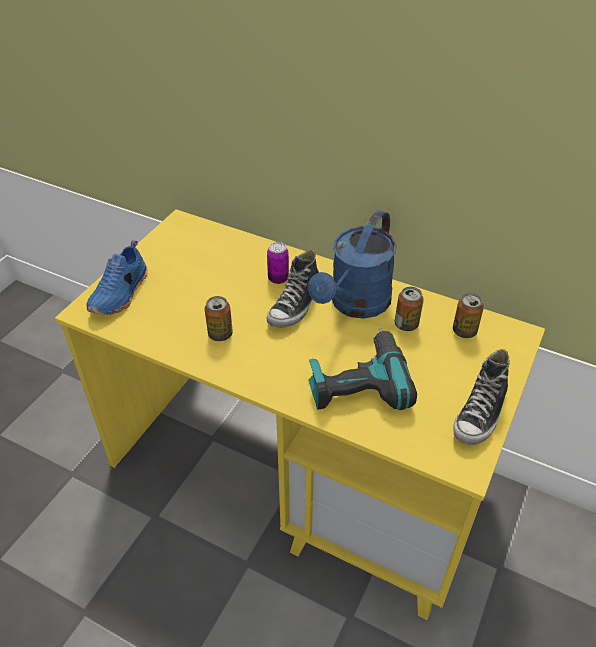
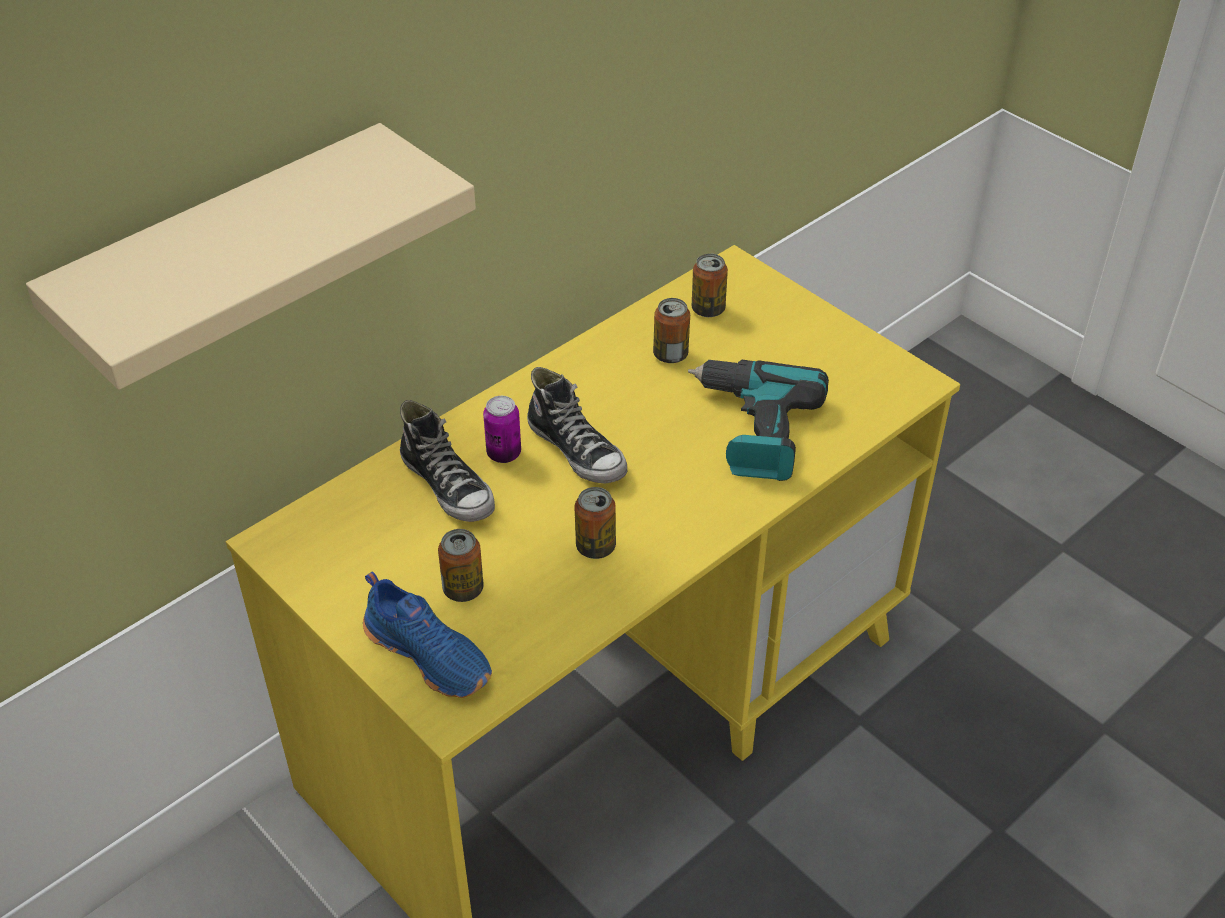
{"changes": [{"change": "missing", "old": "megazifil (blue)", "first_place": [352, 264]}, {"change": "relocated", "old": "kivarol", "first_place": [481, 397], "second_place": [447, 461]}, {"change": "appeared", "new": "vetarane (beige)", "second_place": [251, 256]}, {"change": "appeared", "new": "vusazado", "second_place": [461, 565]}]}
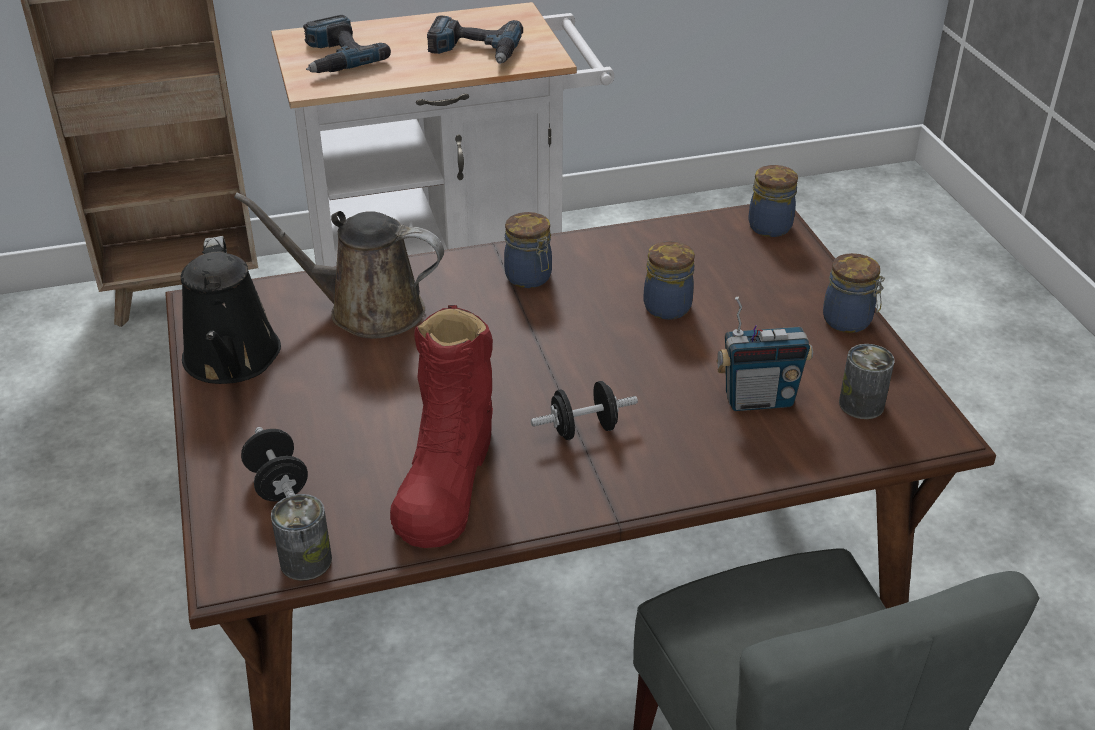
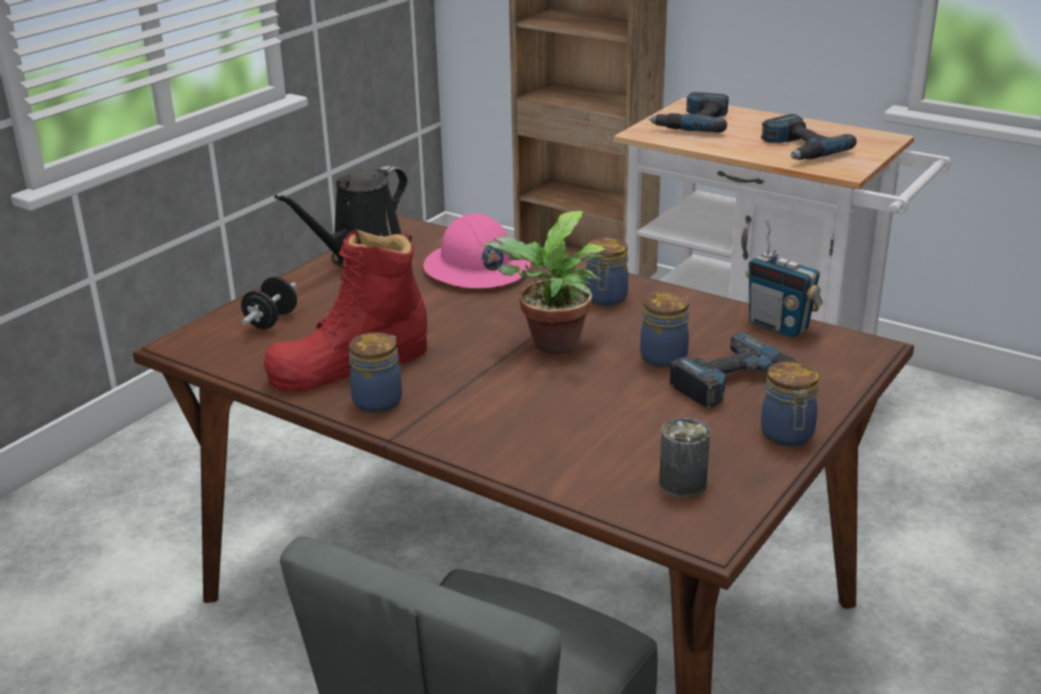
{"changes": [{"change": "relocated", "old": "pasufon", "first_place": [773, 201], "second_place": [375, 372]}, {"change": "exchanged", "old": "megazifil (brown)", "new": "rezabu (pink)", "first_place": [339, 265], "second_place": [477, 250]}, {"change": "relocated", "old": "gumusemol", "first_place": [764, 354], "second_place": [784, 279]}, {"change": "missing", "old": "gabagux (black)", "first_place": [584, 410]}, {"change": "missing", "old": "vusazado", "first_place": [301, 537]}, {"change": "appeared", "new": "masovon", "second_place": [543, 282]}, {"change": "appeared", "new": "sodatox", "second_place": [733, 370]}]}
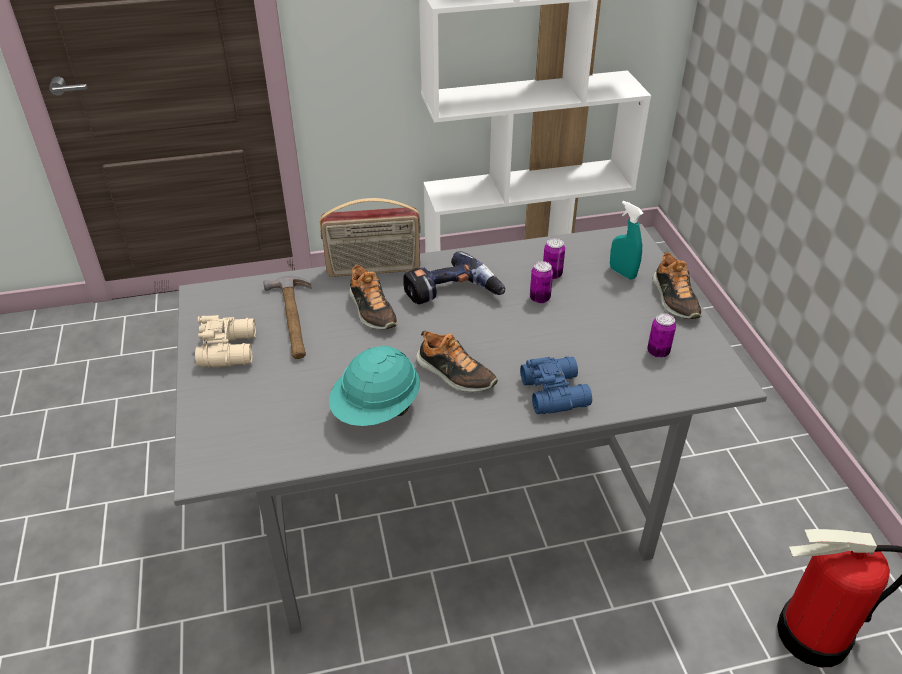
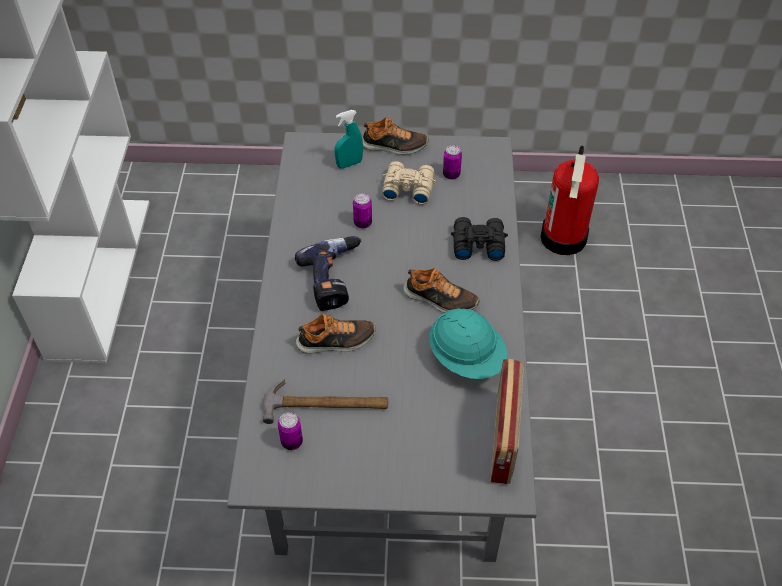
{"changes": [{"change": "relocated", "old": "gumusemol", "first_place": [370, 237], "second_place": [507, 421]}, {"change": "relocated", "old": "vusazado", "first_place": [554, 258], "second_place": [290, 431]}, {"change": "relocated", "old": "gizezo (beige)", "first_place": [225, 341], "second_place": [409, 183]}, {"change": "spun", "old": "kivarol", "first_place": [457, 361], "second_place": [441, 290], "degrees": 60}, {"change": "colour", "old": "gizezo (blue)", "new": "gizezo (black)", "first_place": [556, 385], "second_place": [479, 239]}]}
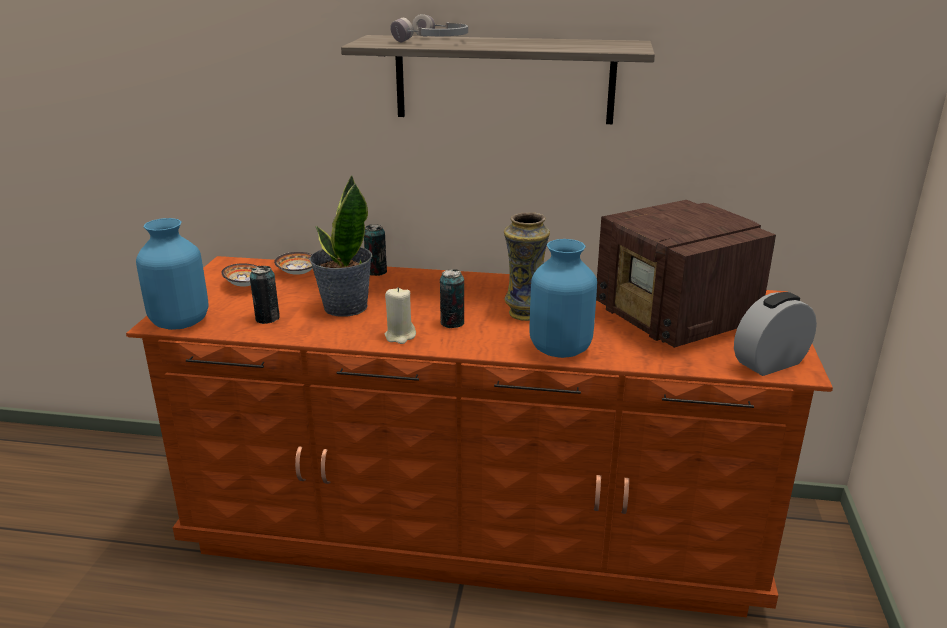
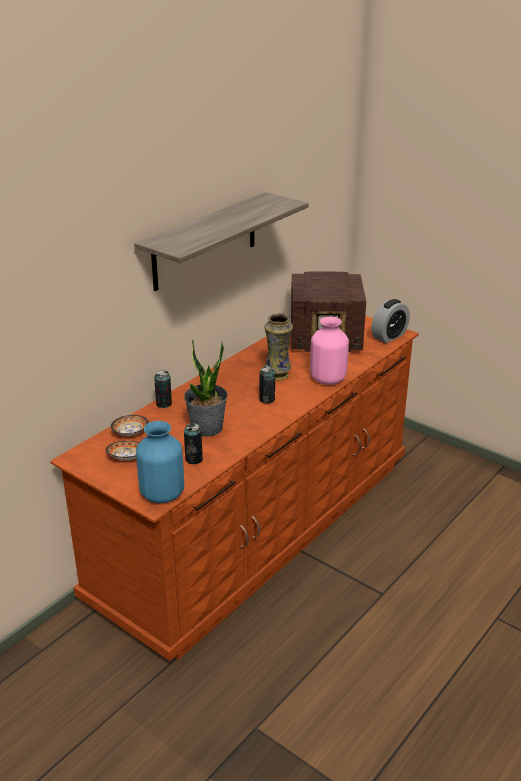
{"changes": [{"change": "missing", "old": "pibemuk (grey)", "first_place": [429, 28]}, {"change": "colour", "old": "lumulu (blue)", "new": "lumulu (pink)", "first_place": [563, 298], "second_place": [329, 350]}, {"change": "missing", "old": "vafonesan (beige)", "first_place": [400, 315]}, {"change": "spun", "old": "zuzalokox", "first_place": [775, 334], "second_place": [390, 321], "degrees": -135}]}
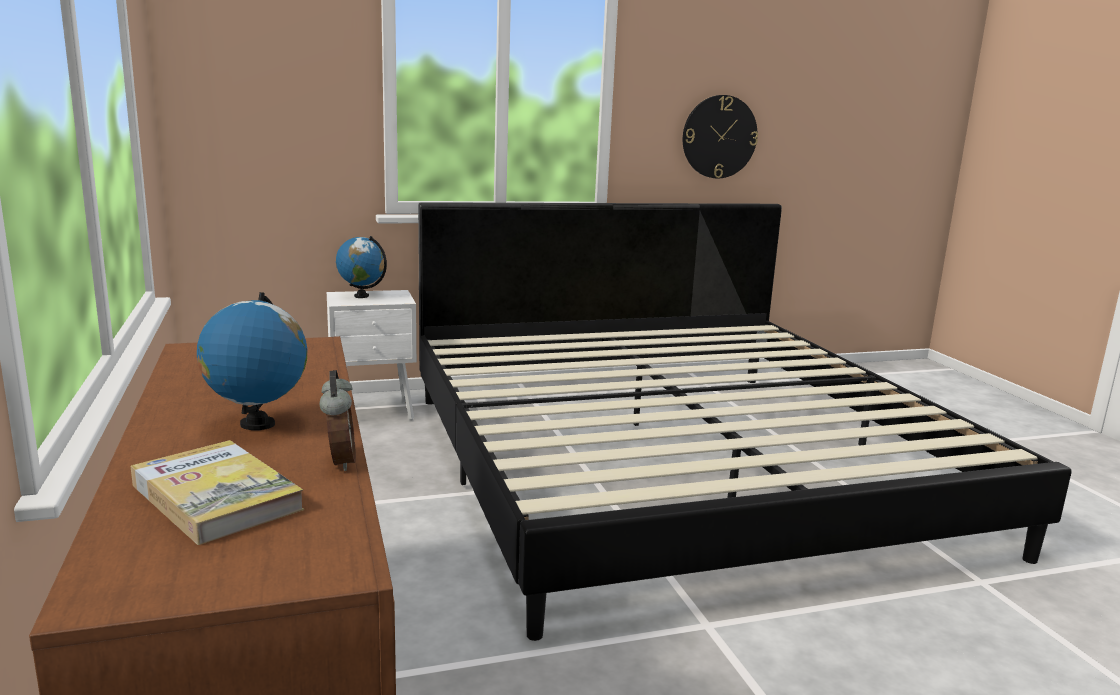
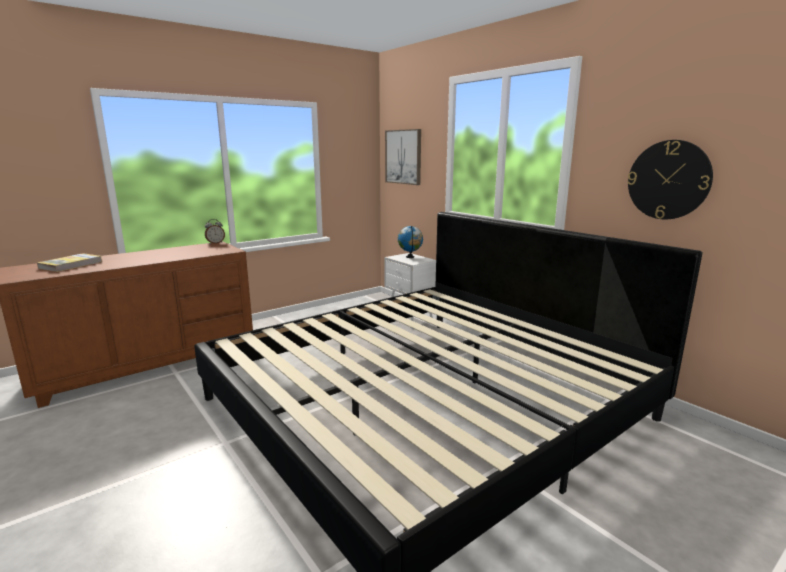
{"changes": [{"change": "missing", "old": "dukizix", "first_place": [252, 361]}, {"change": "relocated", "old": "zuzalokox", "first_place": [337, 420], "second_place": [215, 231]}, {"change": "appeared", "new": "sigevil", "second_place": [403, 157]}]}
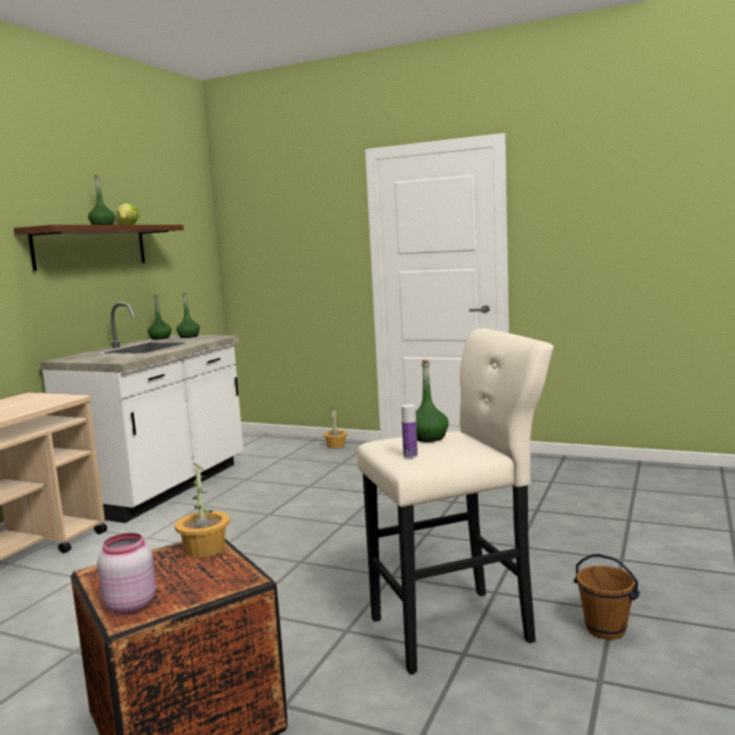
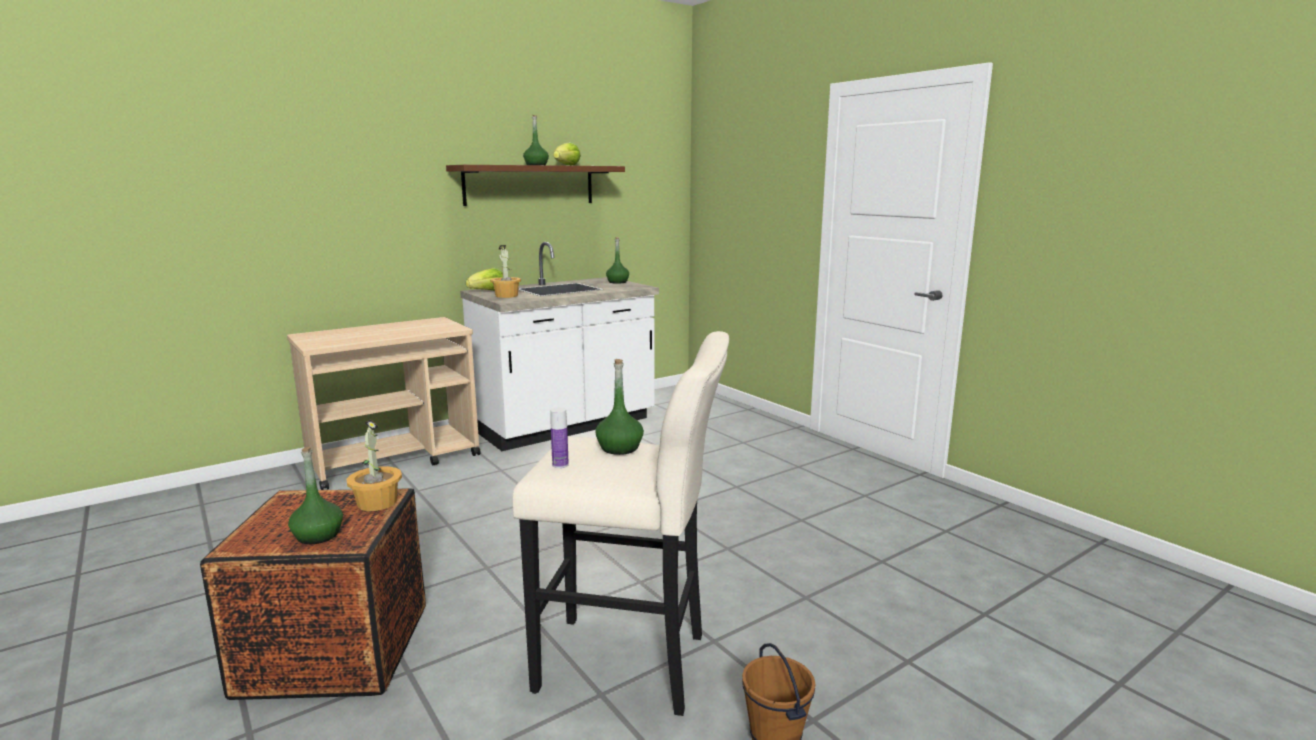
{"changes": [{"change": "relocated", "old": "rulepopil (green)", "first_place": [159, 317], "second_place": [315, 495]}, {"change": "relocated", "old": "masovon", "first_place": [335, 428], "second_place": [505, 271]}, {"change": "missing", "old": "pasufon (pink)", "first_place": [126, 573]}, {"change": "appeared", "new": "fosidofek", "second_place": [484, 279]}]}
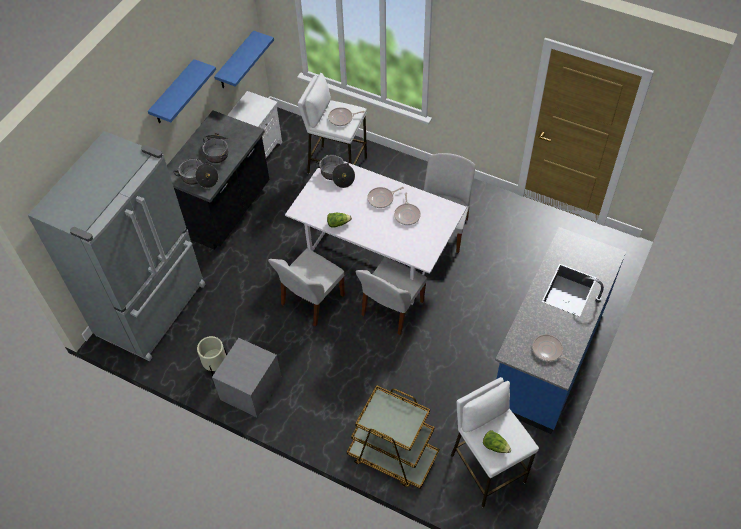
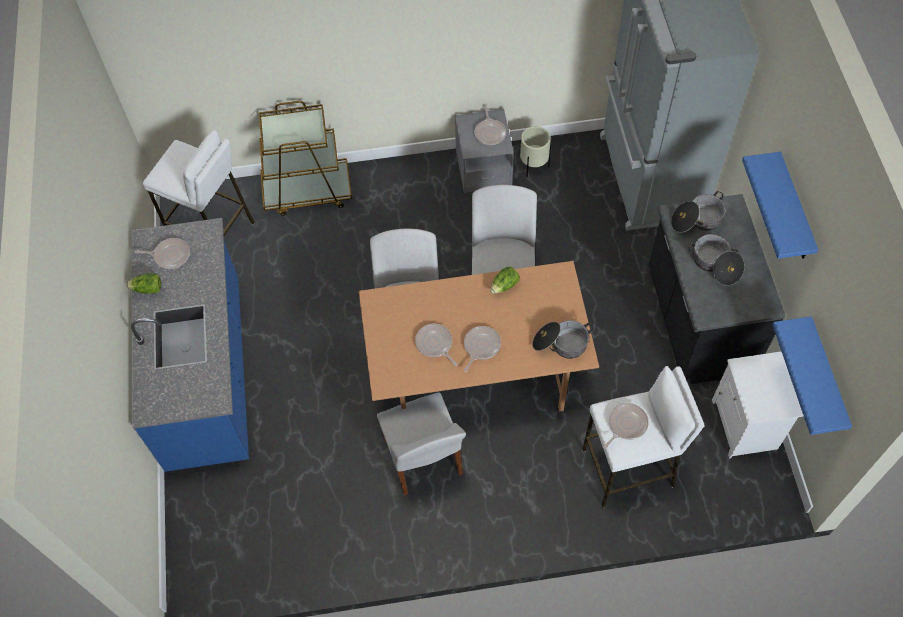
{"changes": [{"change": "colour", "old": "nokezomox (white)", "new": "nokezomox (brown)", "first_place": [376, 230], "second_place": [479, 336]}, {"change": "relocated", "old": "fosidofek", "first_place": [497, 441], "second_place": [143, 283]}, {"change": "appeared", "new": "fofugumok", "second_place": [490, 125]}]}
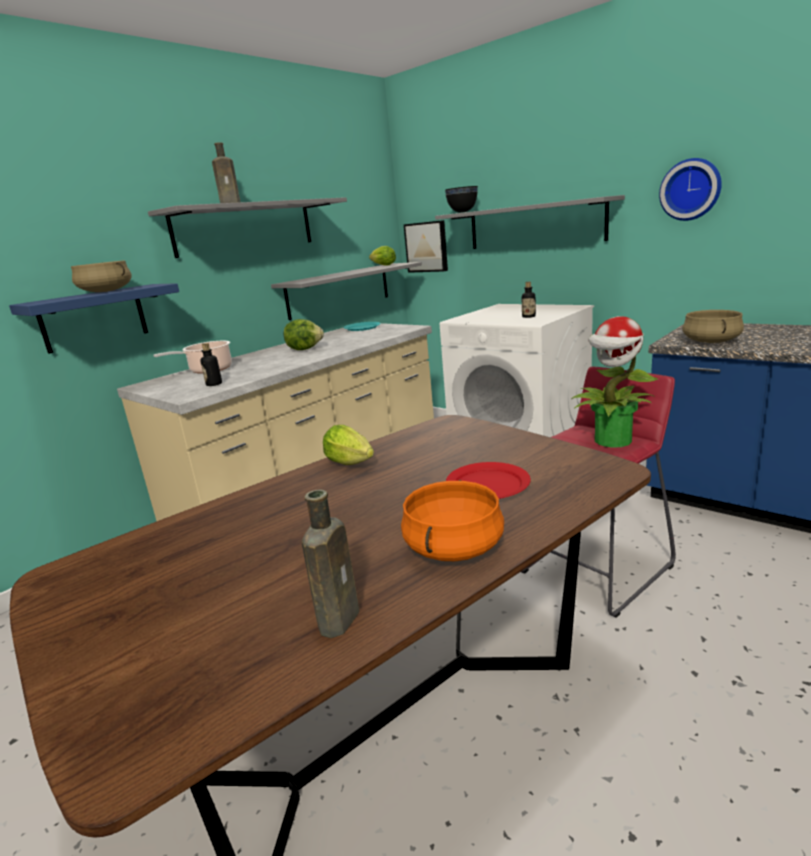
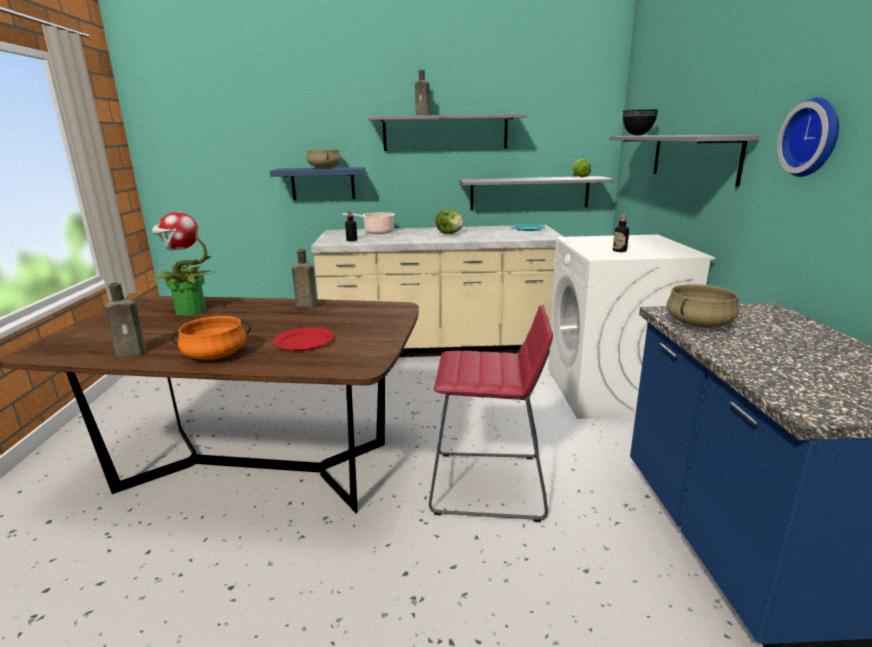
{"changes": [{"change": "missing", "old": "sigevil", "first_place": [426, 246]}, {"change": "relocated", "old": "masovon", "first_place": [614, 381], "second_place": [182, 264]}, {"change": "exchanged", "old": "fosidofek", "new": "rulepopil (brown)", "first_place": [348, 445], "second_place": [304, 278]}]}
